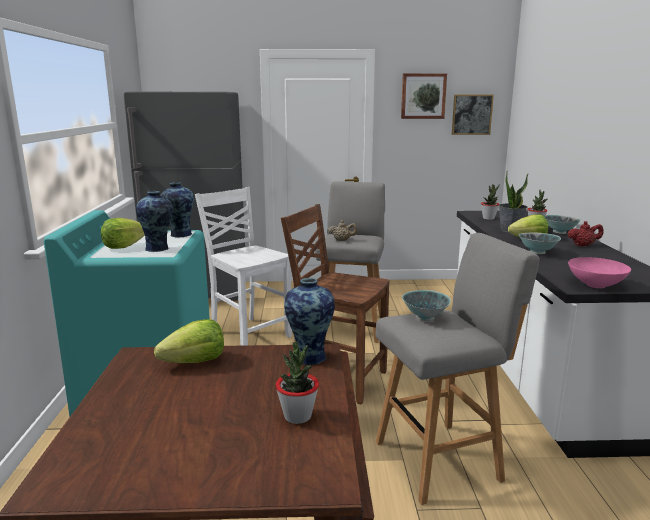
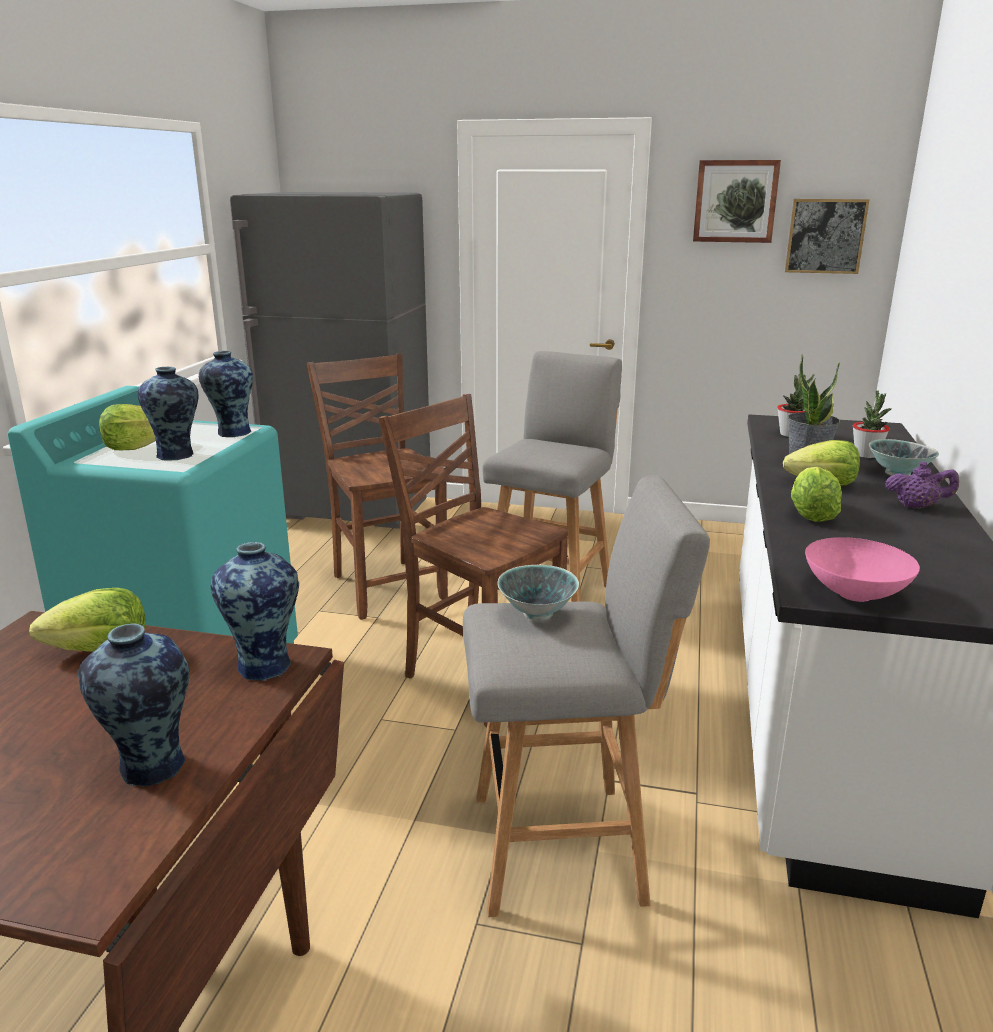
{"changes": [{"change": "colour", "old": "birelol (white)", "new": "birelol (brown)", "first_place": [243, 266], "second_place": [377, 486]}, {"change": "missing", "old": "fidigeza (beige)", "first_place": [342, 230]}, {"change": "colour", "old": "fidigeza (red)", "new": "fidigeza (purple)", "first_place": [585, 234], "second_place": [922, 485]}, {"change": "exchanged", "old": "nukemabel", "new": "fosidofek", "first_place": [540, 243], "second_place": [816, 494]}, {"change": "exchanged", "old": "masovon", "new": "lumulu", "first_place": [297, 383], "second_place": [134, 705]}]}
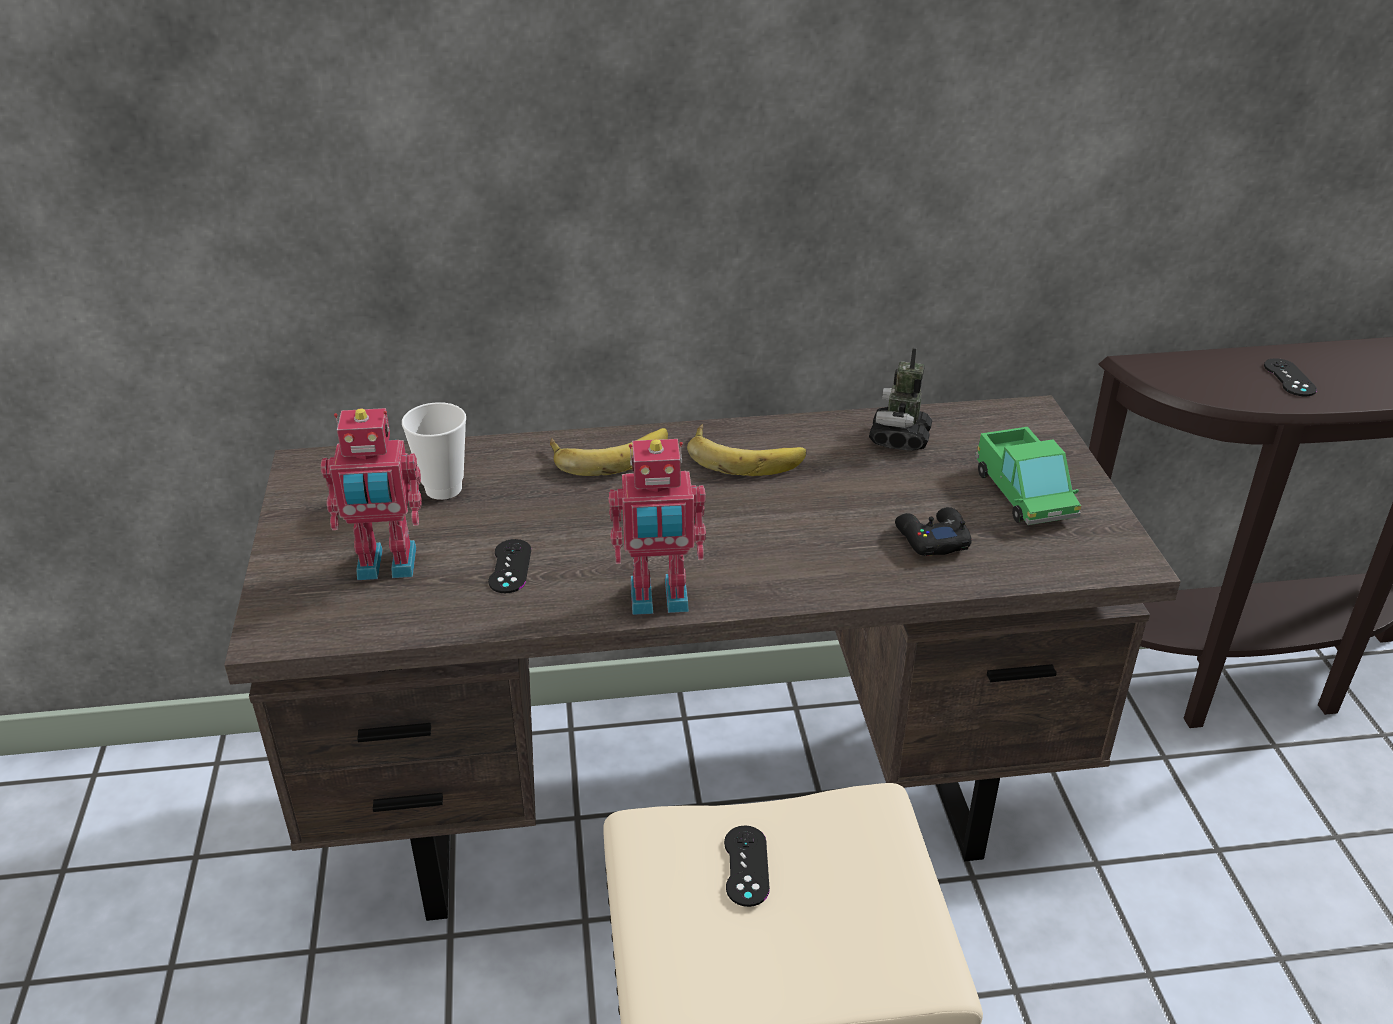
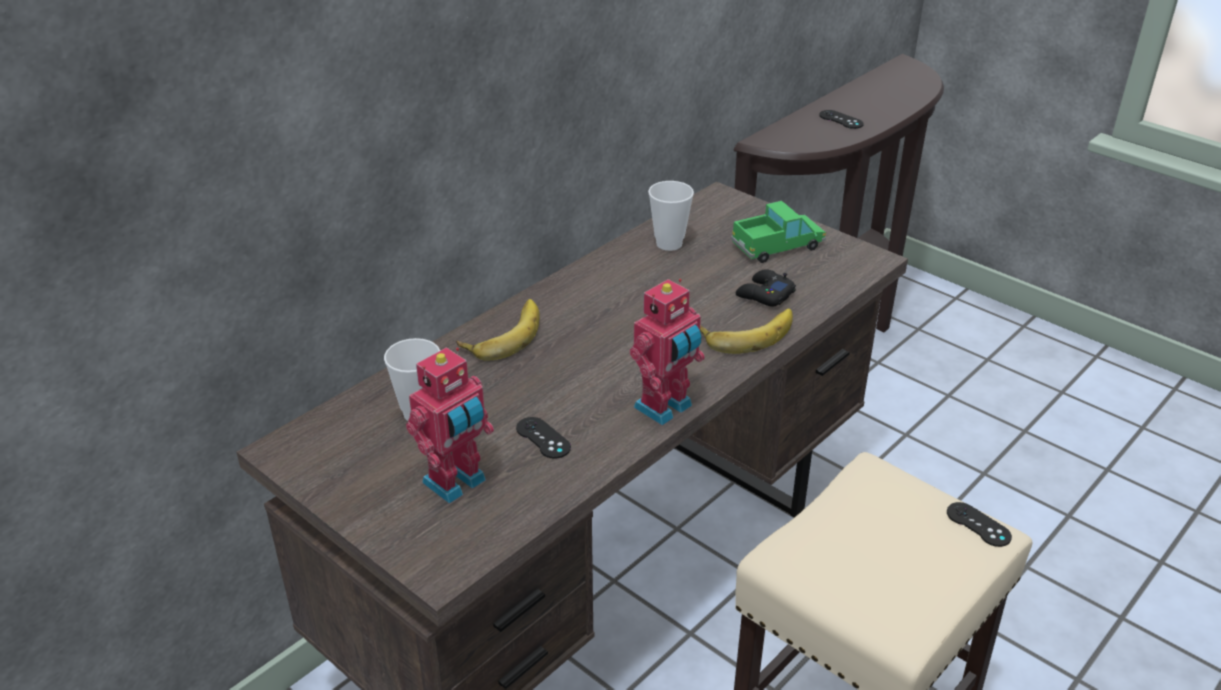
{"changes": [{"change": "exchanged", "old": "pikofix", "new": "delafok", "first_place": [900, 399], "second_place": [671, 216]}, {"change": "relocated", "old": "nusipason", "first_place": [746, 450], "second_place": [746, 331]}, {"change": "spun", "old": "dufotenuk", "first_place": [1028, 476], "second_place": [778, 232], "degrees": -60}, {"change": "relocated", "old": "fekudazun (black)", "first_place": [747, 866], "second_place": [979, 524]}]}
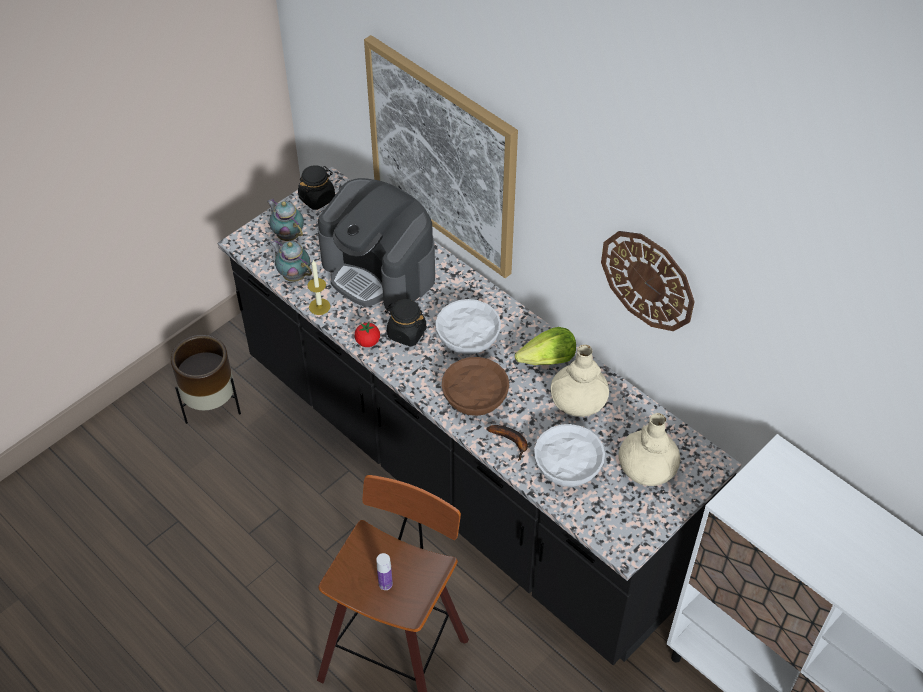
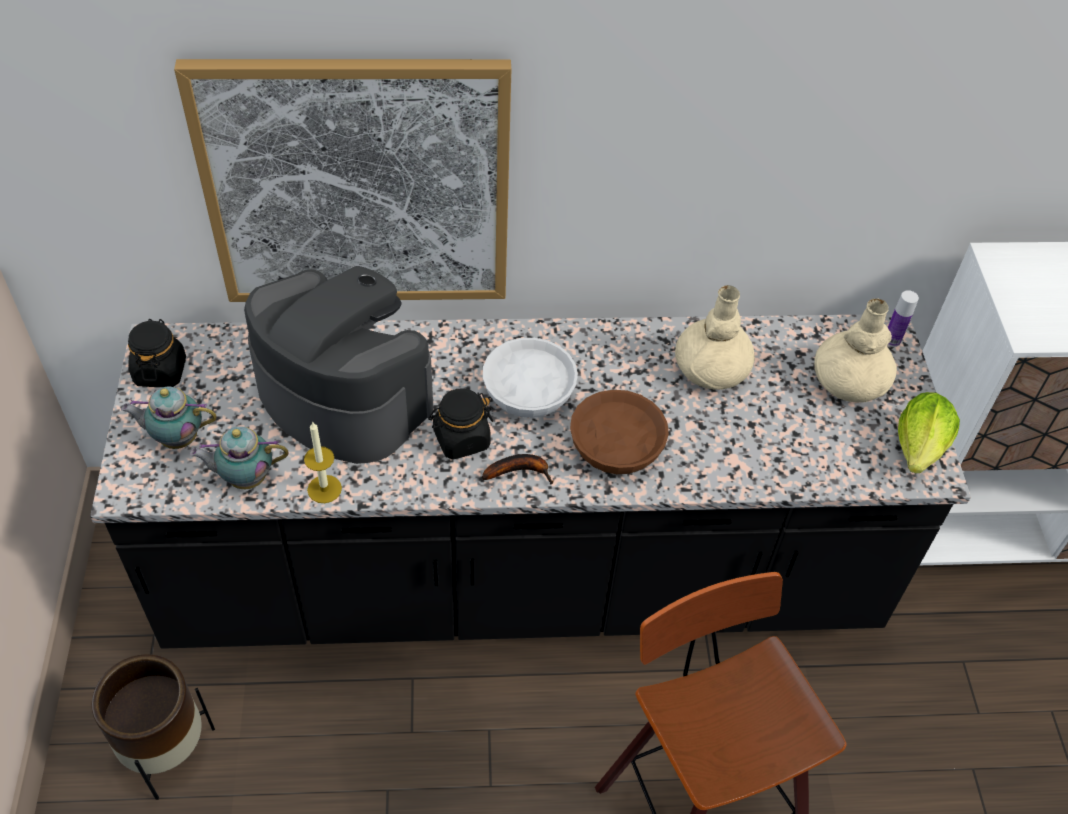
{"changes": [{"change": "spun", "old": "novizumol", "first_place": [376, 245], "second_place": [338, 365], "degrees": -135}, {"change": "missing", "old": "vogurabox", "first_place": [648, 281]}, {"change": "missing", "old": "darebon", "first_place": [367, 334]}, {"change": "relocated", "old": "fosidofek", "first_place": [545, 346], "second_place": [929, 433]}, {"change": "missing", "old": "nukemabel (white)", "first_place": [569, 455]}, {"change": "relocated", "old": "nusipason", "first_place": [507, 443], "second_place": [518, 469]}, {"change": "relocated", "old": "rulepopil", "first_place": [384, 571], "second_place": [903, 318]}]}
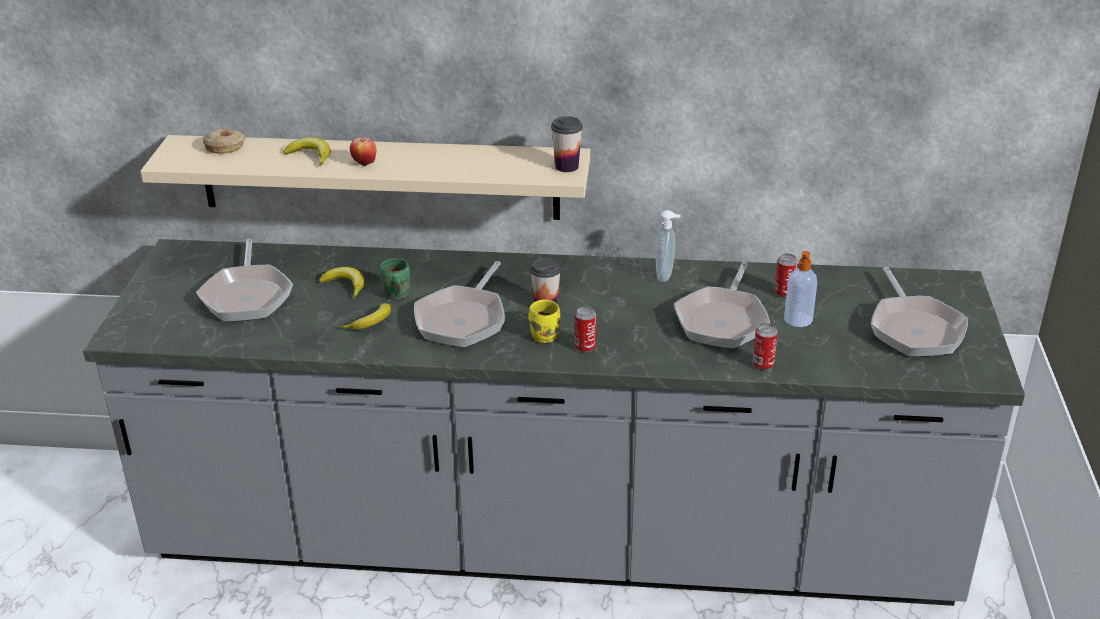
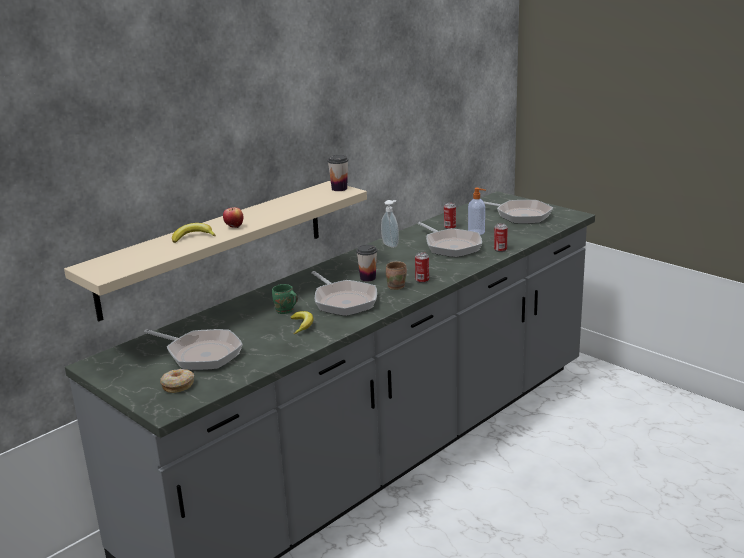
{"changes": [{"change": "relocated", "old": "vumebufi", "first_place": [224, 141], "second_place": [177, 381]}, {"change": "missing", "old": "nusipason", "first_place": [342, 282]}, {"change": "colour", "old": "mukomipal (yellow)", "new": "mukomipal (brown)", "first_place": [544, 321], "second_place": [396, 275]}]}
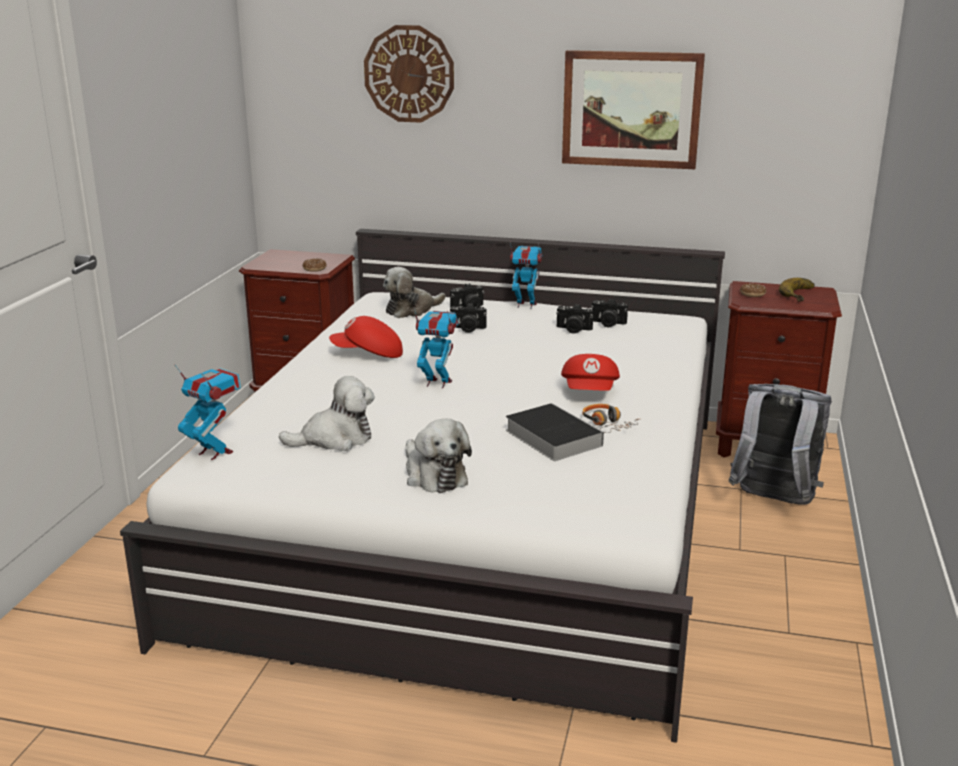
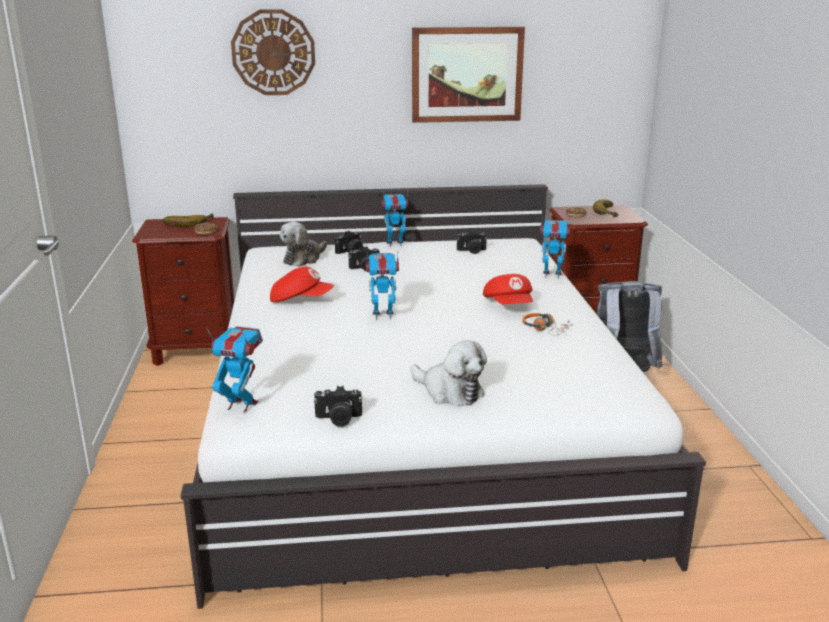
{"changes": [{"change": "relocated", "old": "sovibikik", "first_place": [574, 319], "second_place": [338, 406]}, {"change": "spun", "old": "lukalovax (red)", "first_place": [366, 337], "second_place": [302, 284], "degrees": -150}, {"change": "missing", "old": "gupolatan", "first_place": [327, 413]}, {"change": "missing", "old": "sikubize", "first_place": [555, 432]}, {"change": "appeared", "new": "nusipason", "second_place": [188, 219]}, {"change": "appeared", "new": "pikofix", "second_place": [555, 247]}]}
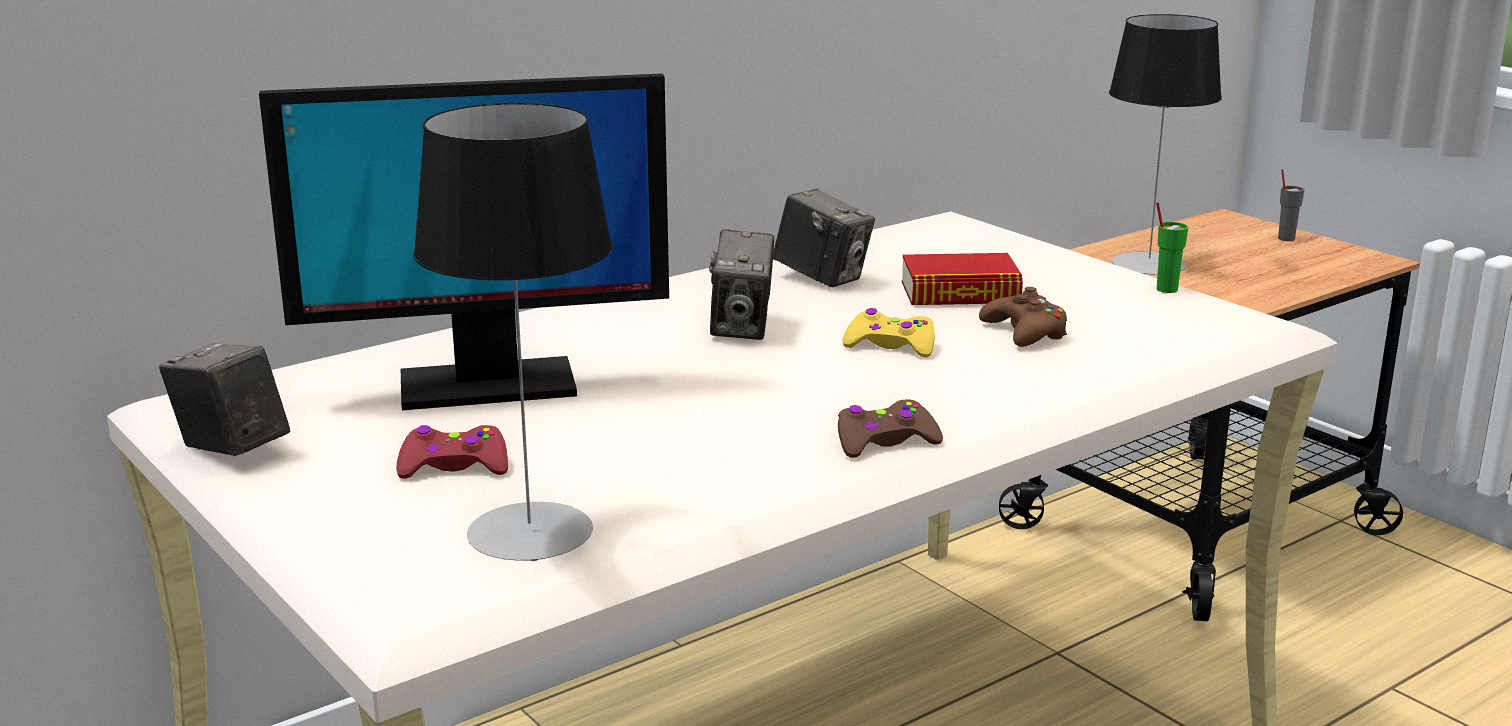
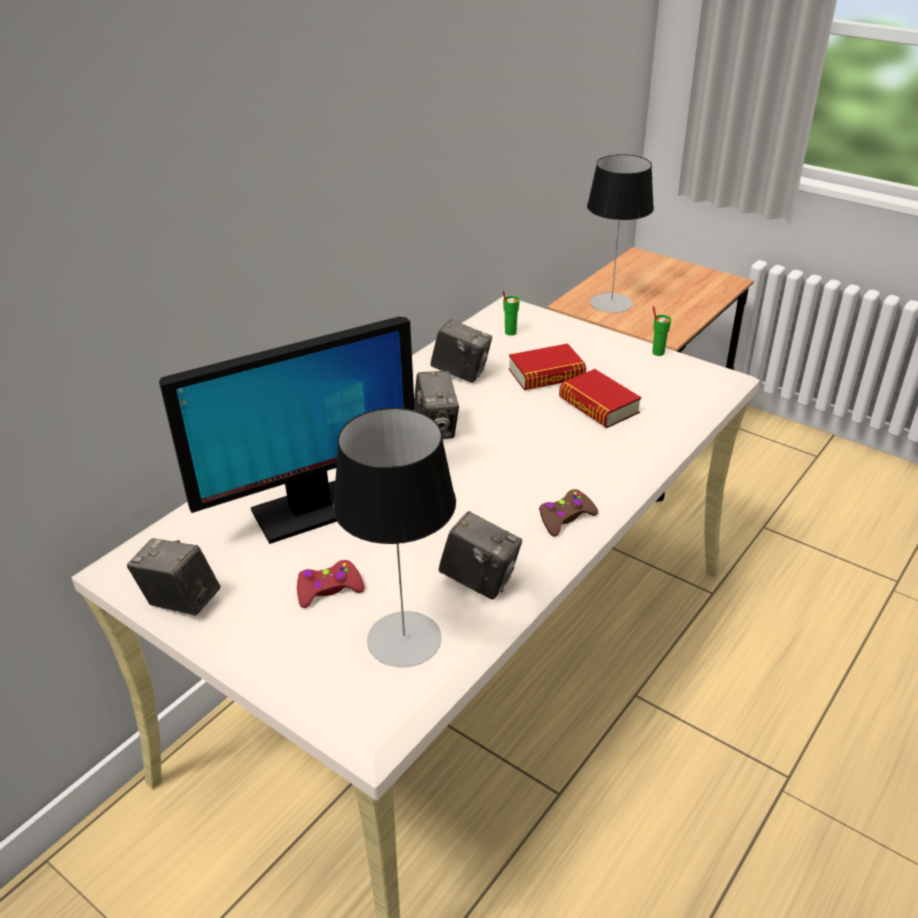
{"changes": [{"change": "missing", "old": "delafok (grey)", "first_place": [1291, 205]}, {"change": "exchanged", "old": "fekudazun (brown)", "new": "sikubize", "first_place": [1023, 317], "second_place": [600, 398]}, {"change": "missing", "old": "fekudazun (yellow)", "first_place": [888, 332]}, {"change": "appeared", "new": "delafok (green)", "second_place": [511, 313]}, {"change": "appeared", "new": "sovibikik", "second_place": [480, 556]}]}
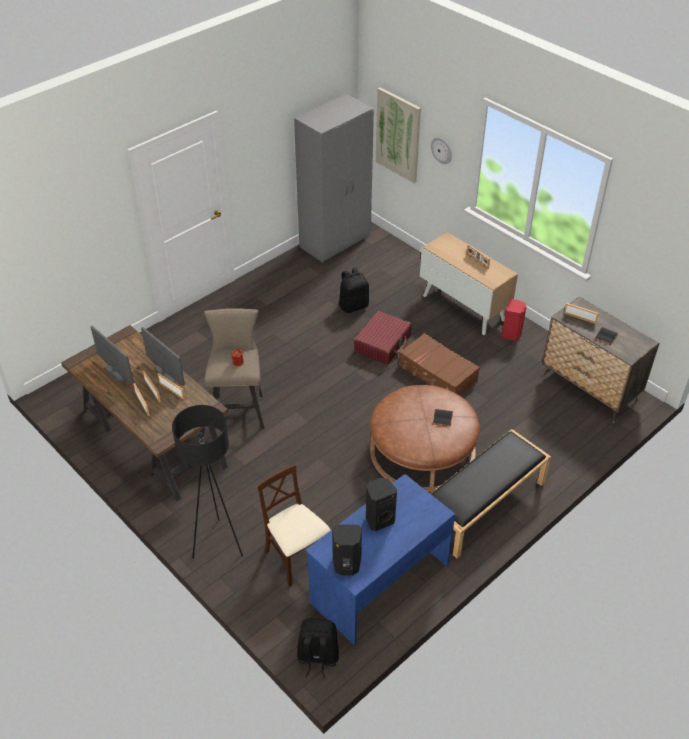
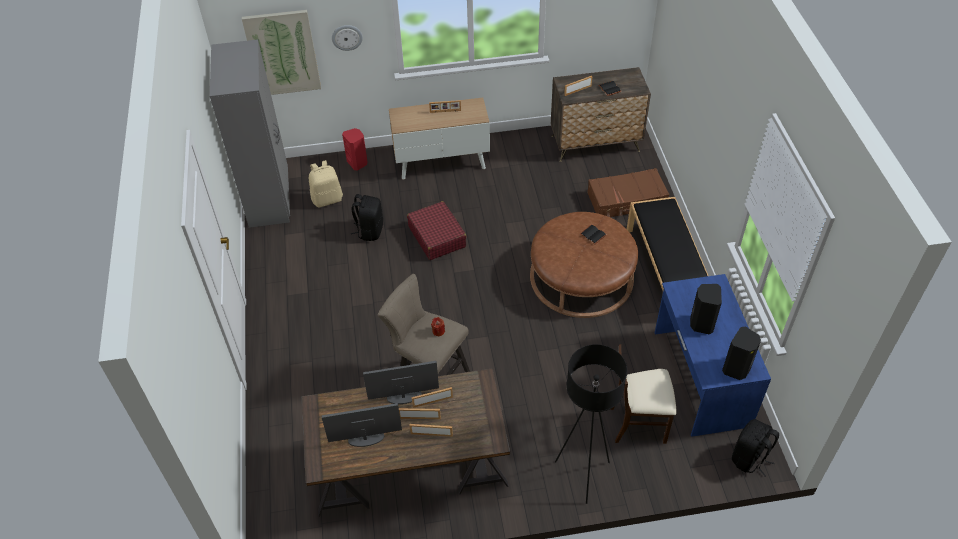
{"changes": [{"change": "relocated", "old": "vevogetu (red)", "first_place": [514, 320], "second_place": [354, 149]}, {"change": "relocated", "old": "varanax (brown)", "first_place": [439, 364], "second_place": [628, 192]}, {"change": "appeared", "new": "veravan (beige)", "second_place": [326, 184]}]}
